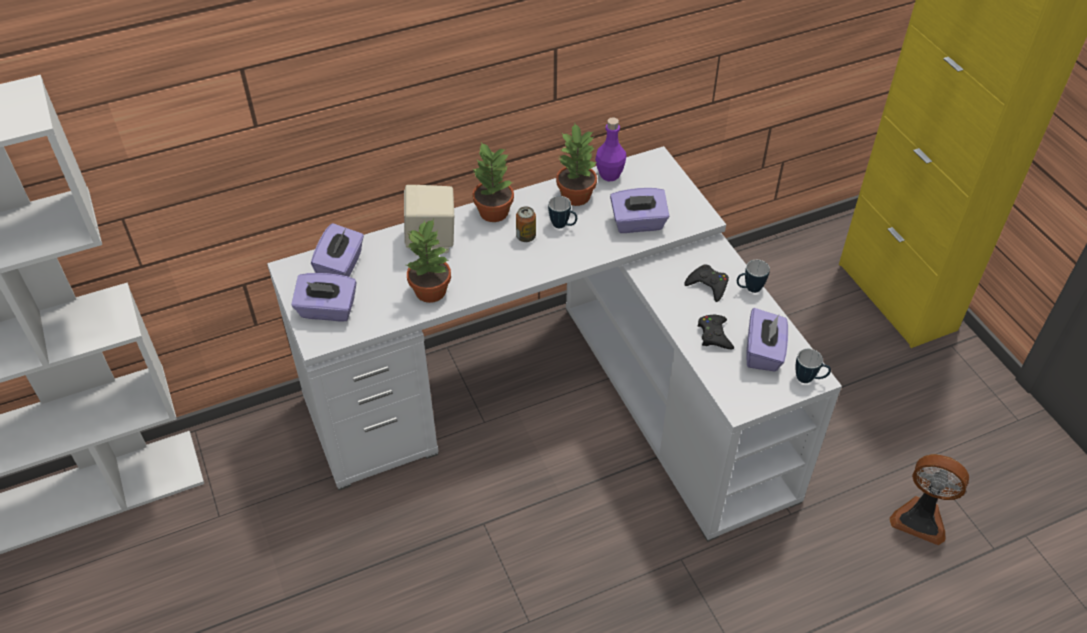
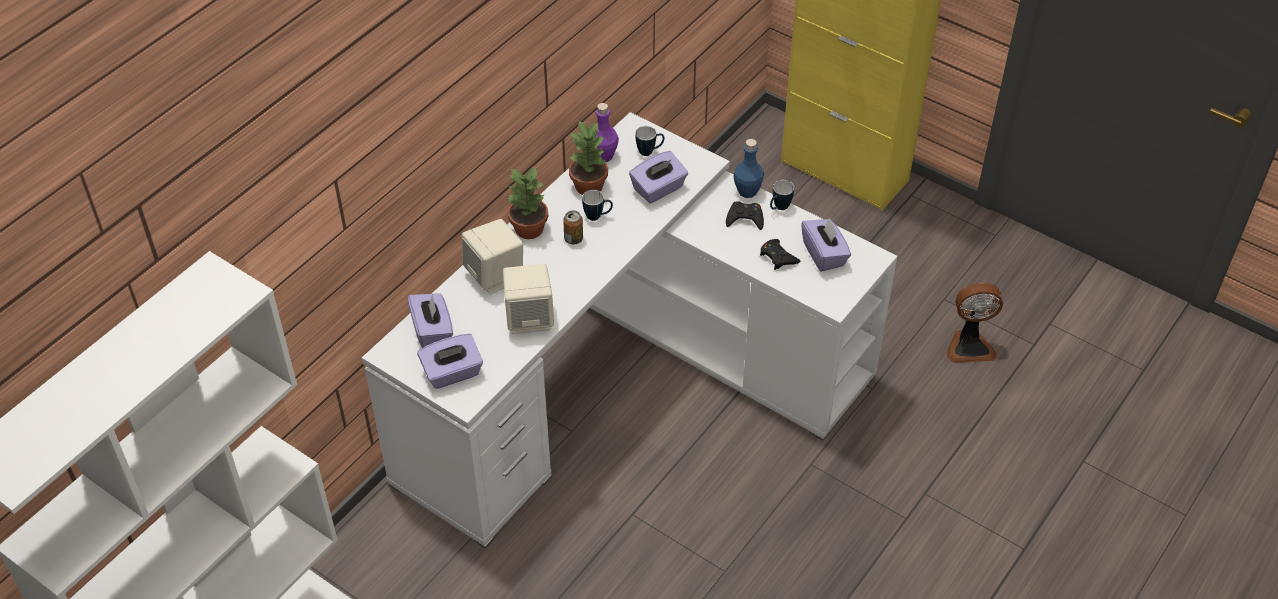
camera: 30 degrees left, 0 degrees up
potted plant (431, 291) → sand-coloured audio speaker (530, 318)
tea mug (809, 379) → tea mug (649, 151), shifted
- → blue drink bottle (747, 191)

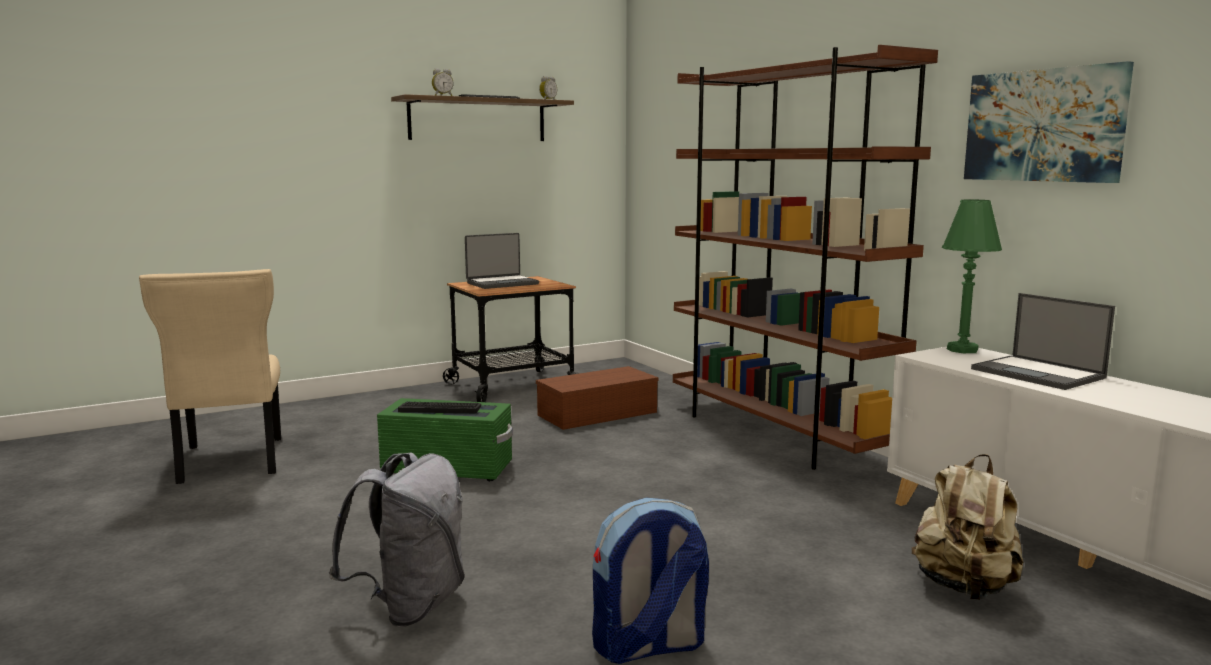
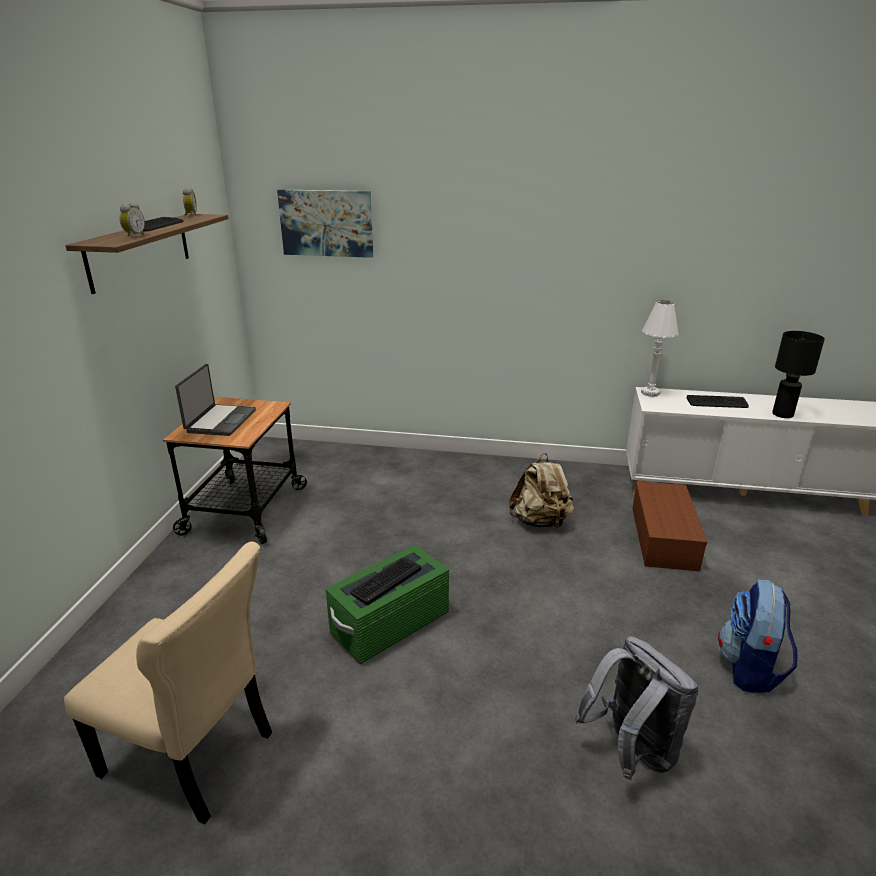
camera: 50 degrees left, 15 degrees up
brownish bookshelf (777, 434) → -
wall picture (1044, 125) → wall picture (326, 223), shifted
greenish lamp for a table (962, 350) → white-coloured lamp for a table (650, 393)
portable computer (1039, 374) → PC keyboard (717, 402)
brownish storage container (596, 414) → brownish storage container (665, 538), shifted
sand-coloured rucksack (964, 587) → sand-coloured rucksack (540, 521), shifted
- → black lamp for a table (783, 415)

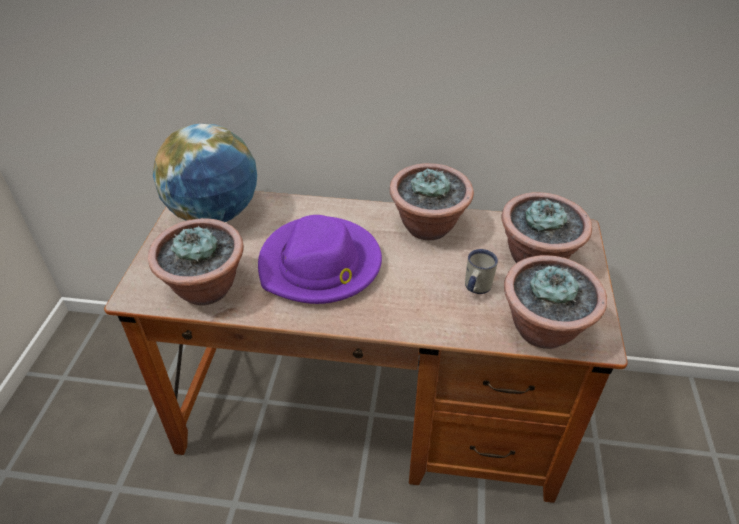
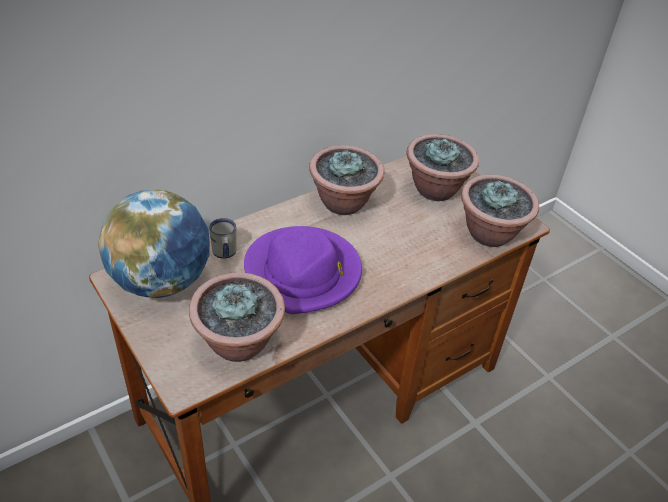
camera: 45 degrees left, 0 degrees up
white-coloured tea mug (475, 288) → white-coloured tea mug (224, 254), shifted

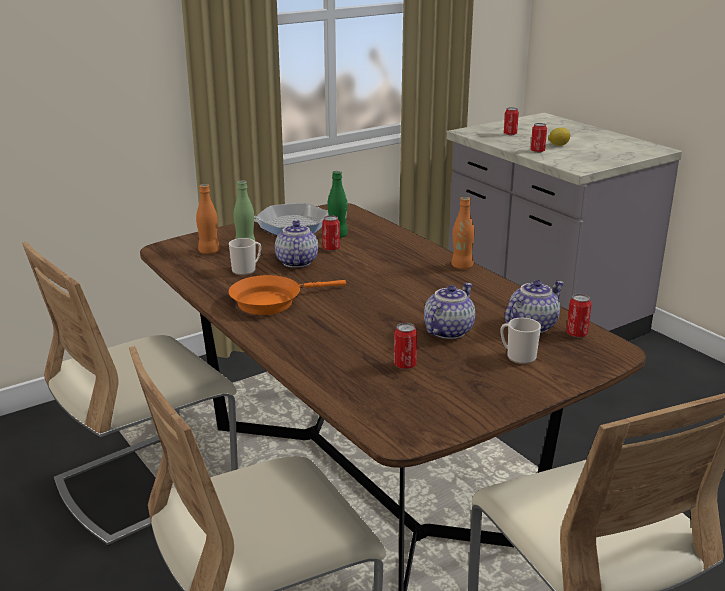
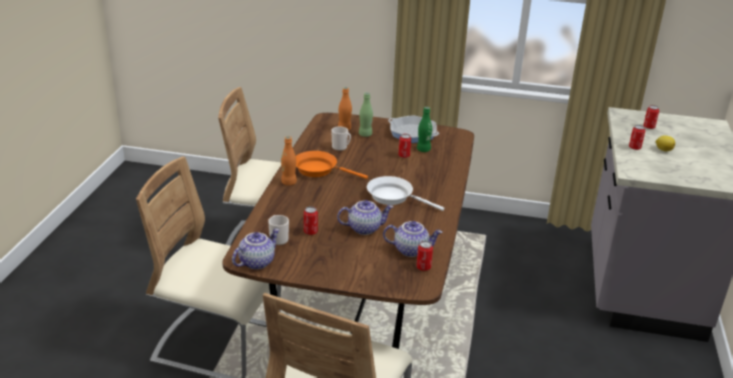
camera: 45 degrees right, 5 degrees up
orangey drink bottle (462, 266) → orangey drink bottle (289, 182), shifted
pot for tea (295, 262) → pot for tea (256, 262), shifted
tea mug (518, 356) → tea mug (278, 239), shifted
- → white-coloured frying pan (393, 197)

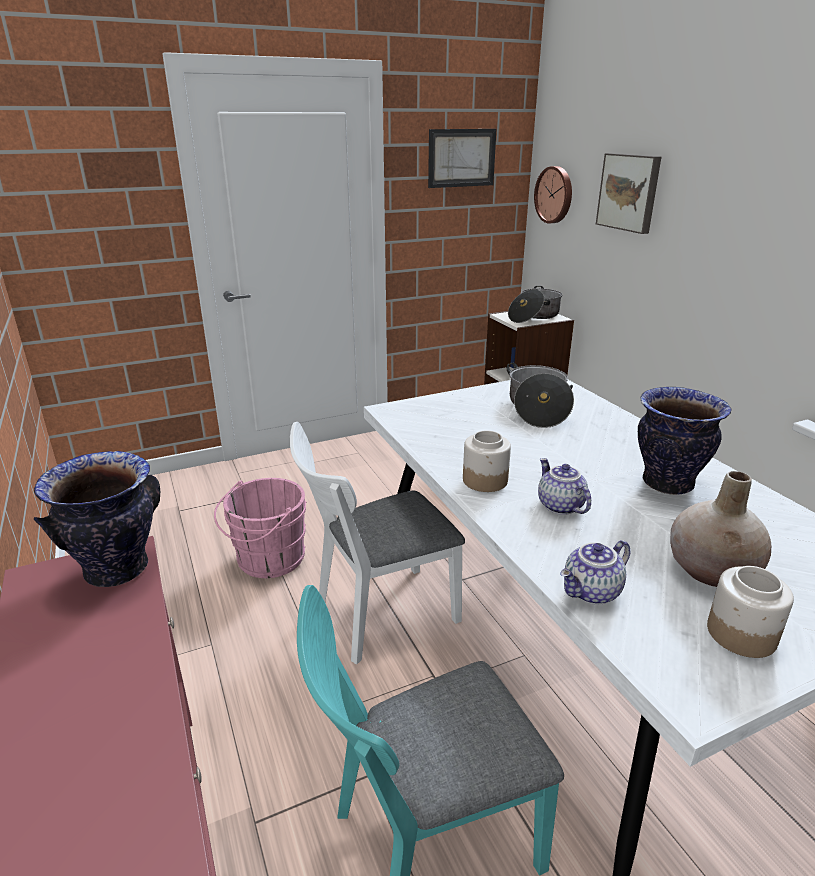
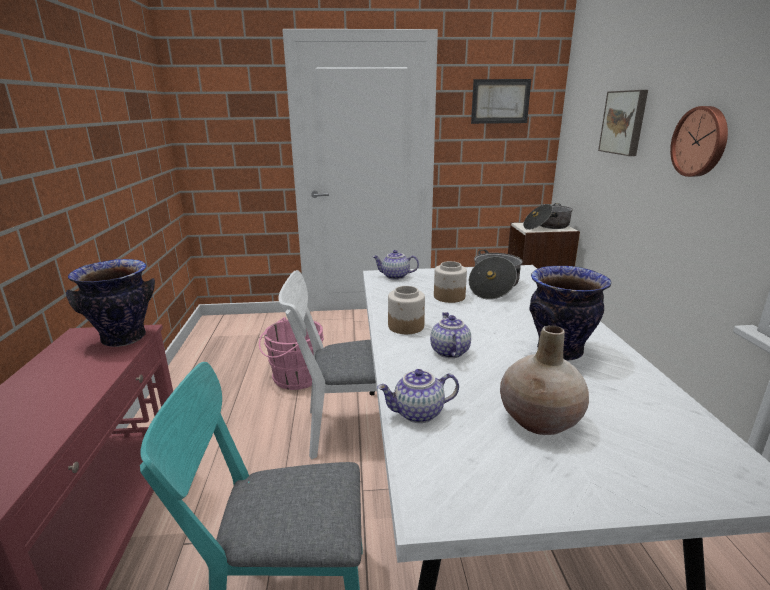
camera: 20 degrees right, 5 degrees down
clock on the wall (555, 195) → clock on the wall (701, 142), shifted
storage jar (740, 634) → storage jar (448, 297), shifted
- → pot for tea (395, 276)

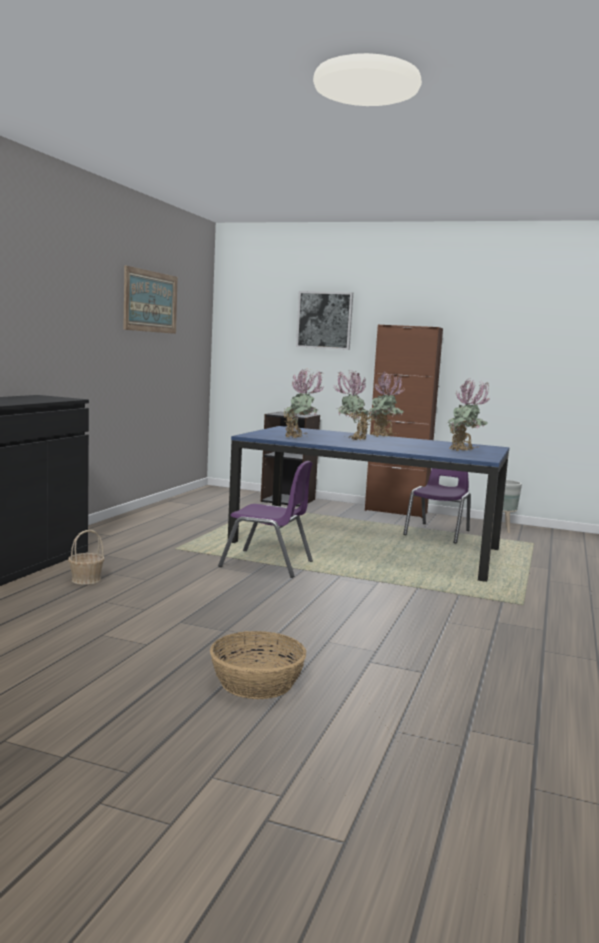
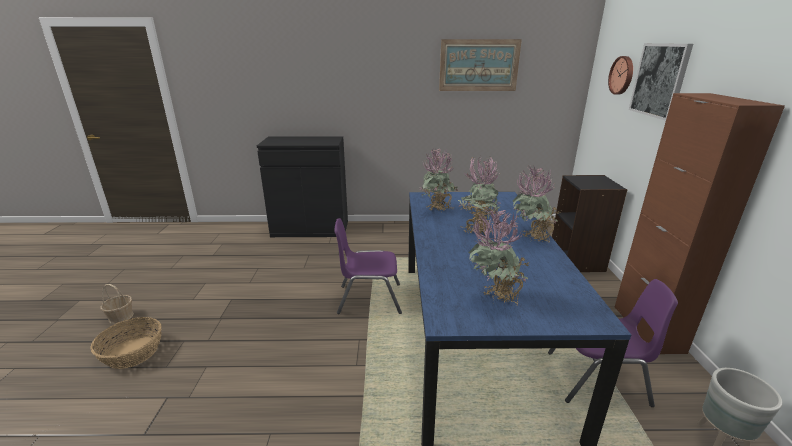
camera: 70 degrees right, 15 degrees up
purple chair (267, 564) → purple chair (369, 299), 90 degrees clockwise
basket (86, 580) → basket (121, 317), shifted
- → clock on the wall (622, 75)

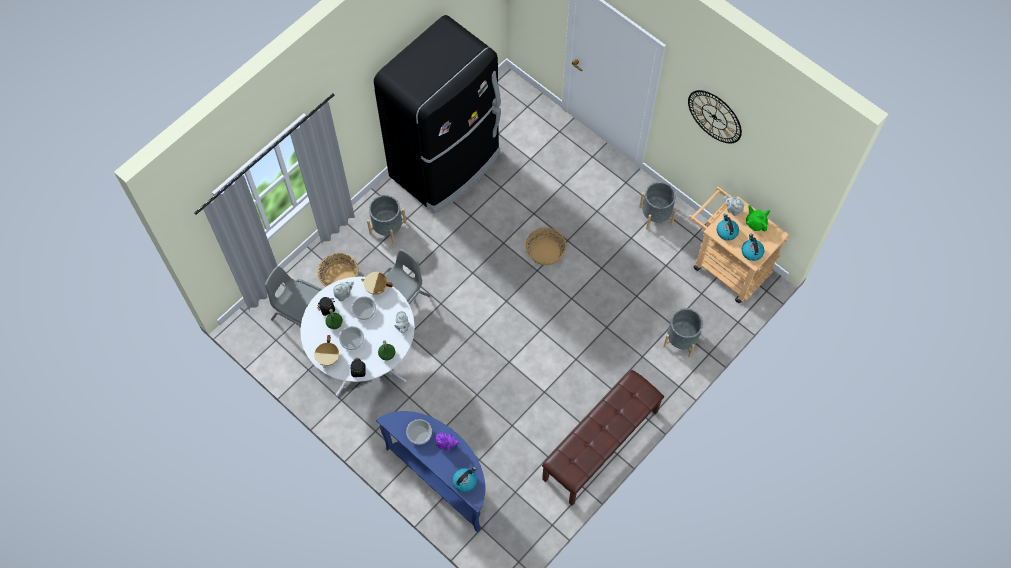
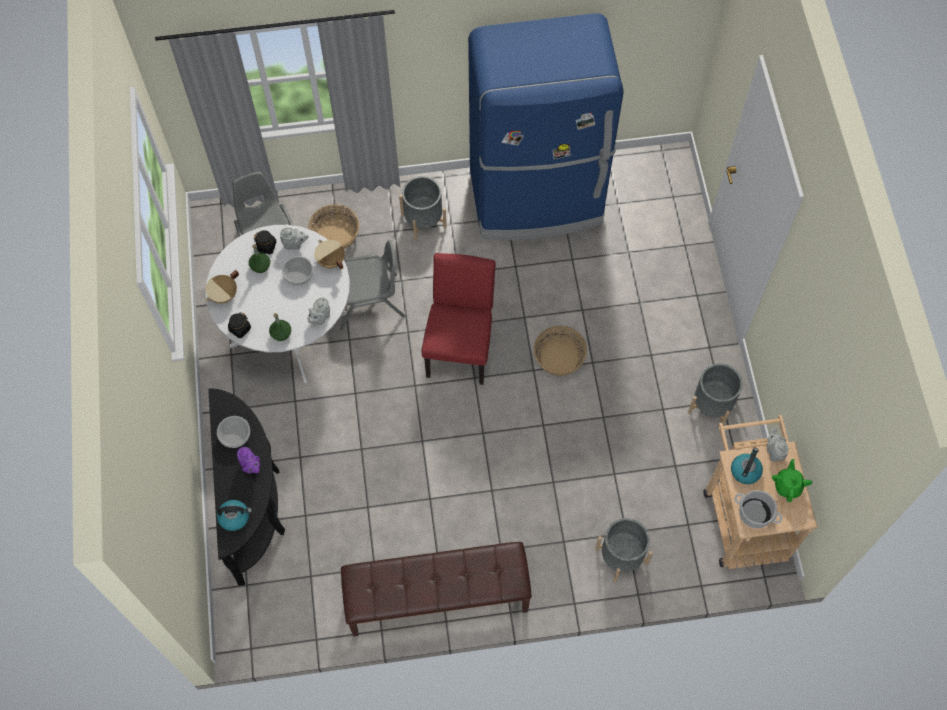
camera: 40 degrees right, 0 degrees up
black refrigerator (446, 165) → blue refrigerator (537, 199)
clock on the wall (714, 116) → -
water kettle (751, 252) → stockpot (754, 513)
bowl (352, 341) → -
blue console table (443, 477) → black console table (255, 505)
- → red chair (460, 345)

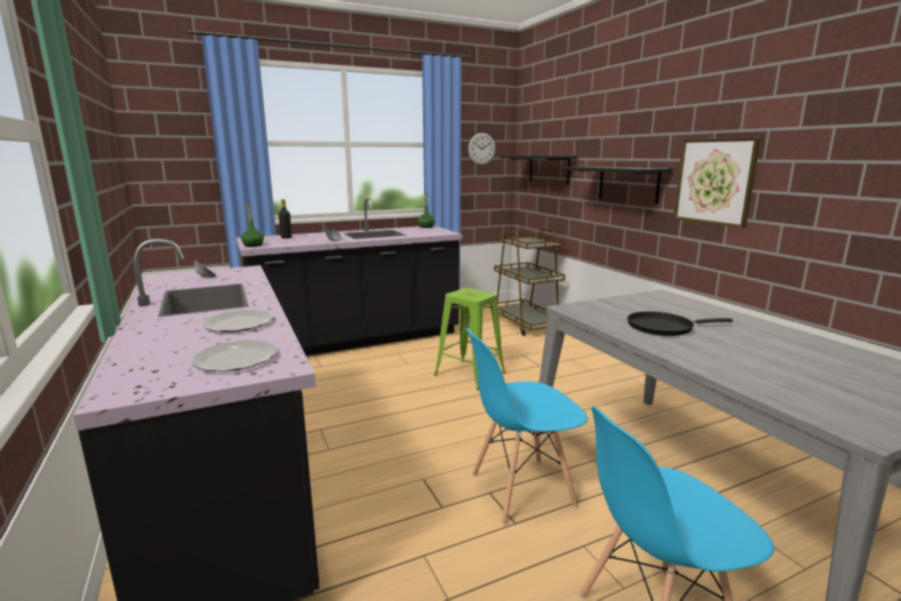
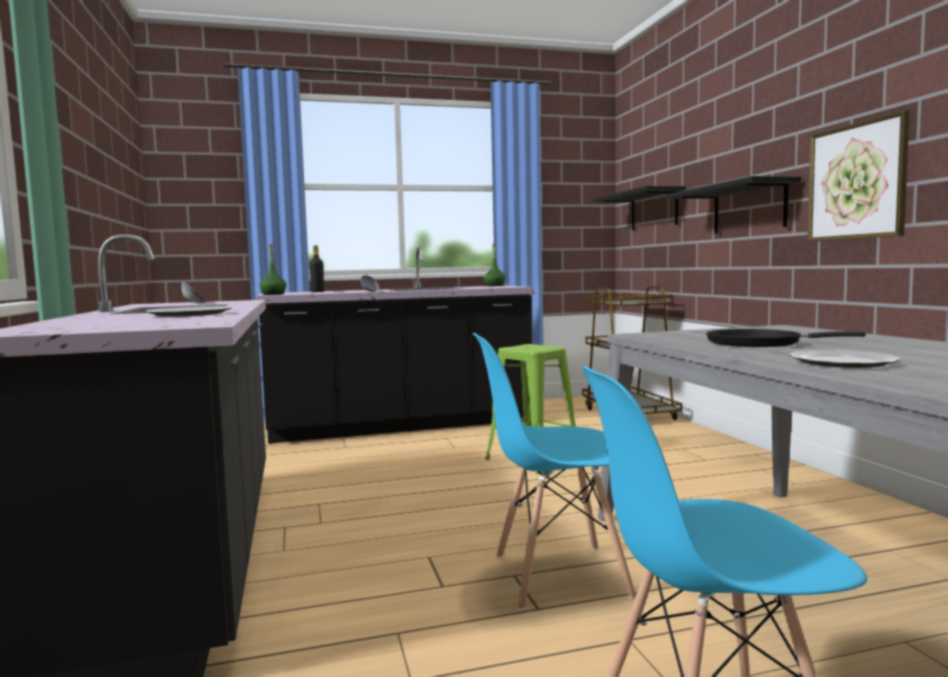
camera: 10 degrees right, 10 degrees down
clock on the wall (481, 149) → -
flat dish (236, 359) → flat dish (843, 362), shifted

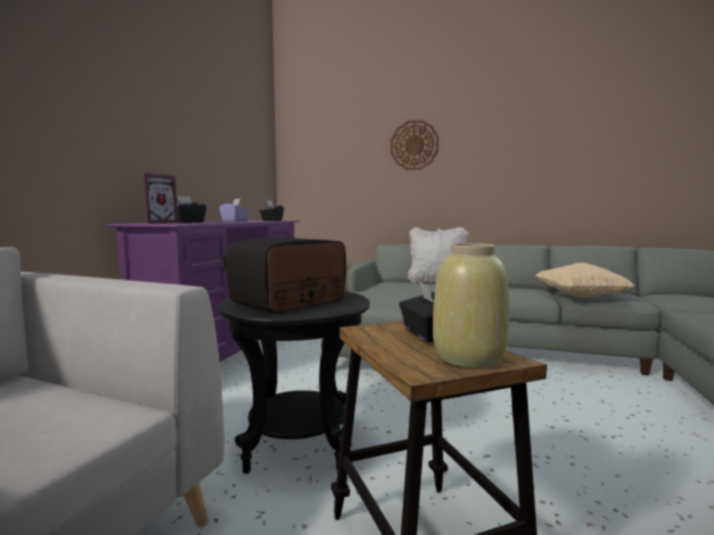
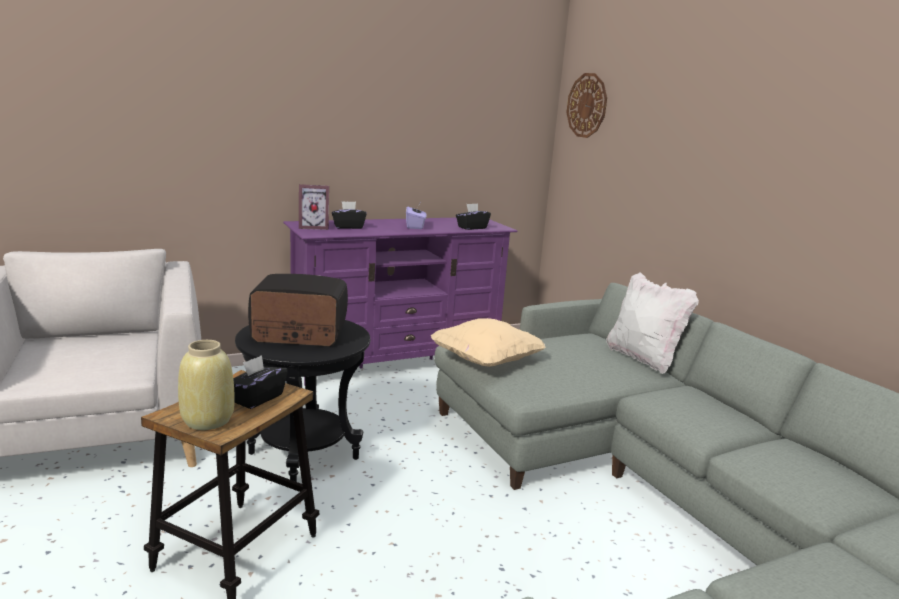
camera: 45 degrees right, 10 degrees up
clock on the wall (414, 145) → clock on the wall (587, 105), shifted
sand-coloured pillow (581, 297) → sand-coloured pillow (485, 361), shifted

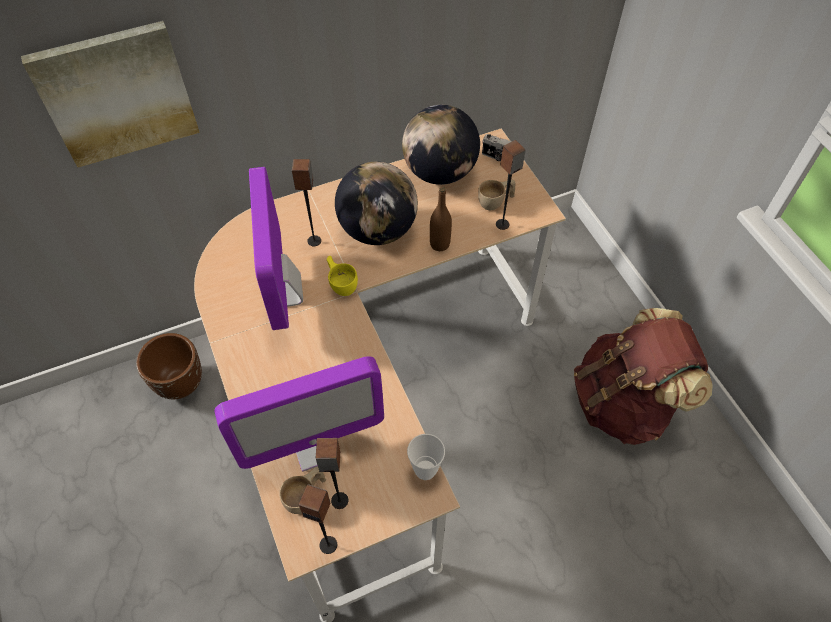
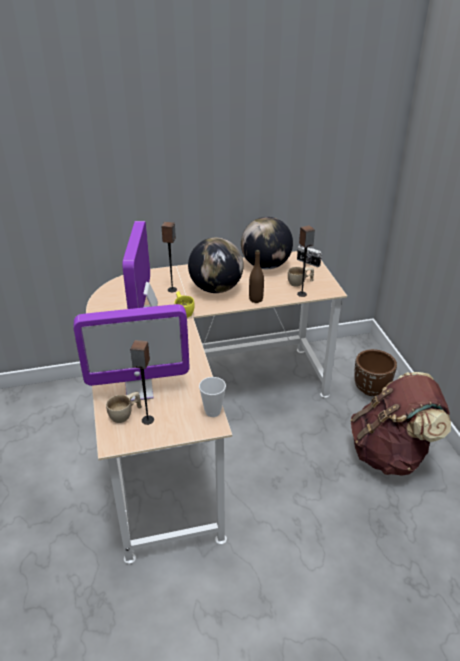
camera: 10 degrees right, 20 degrees down
wall picture (117, 94) → -
brownish planter (179, 383) → brownish planter (370, 389), shifted
audio speaker (328, 544) → -

